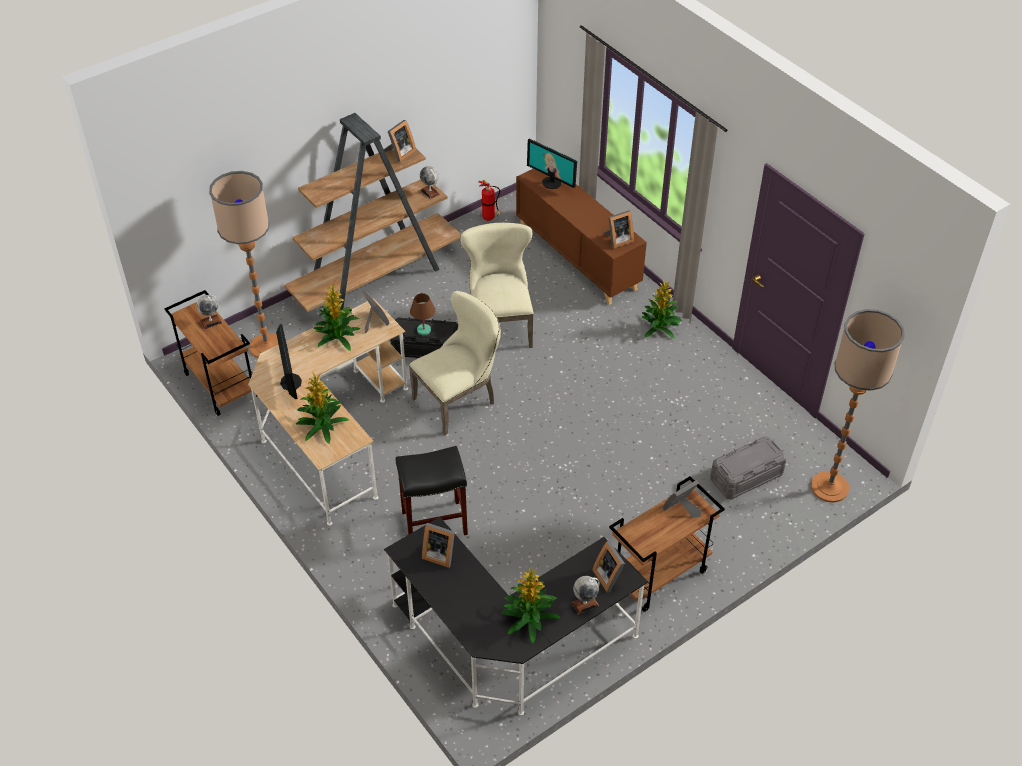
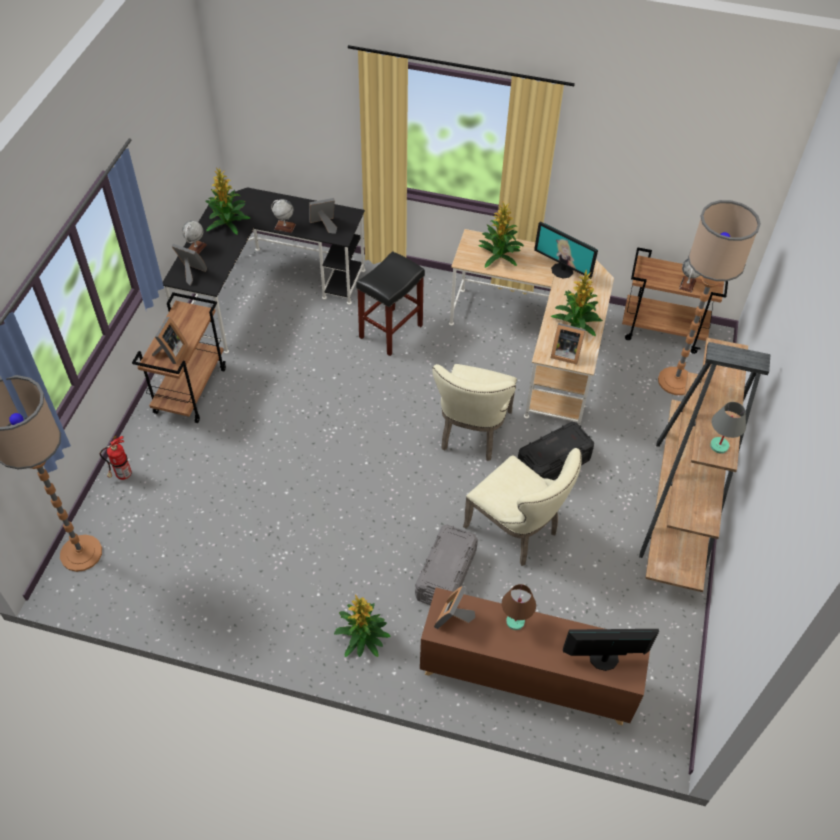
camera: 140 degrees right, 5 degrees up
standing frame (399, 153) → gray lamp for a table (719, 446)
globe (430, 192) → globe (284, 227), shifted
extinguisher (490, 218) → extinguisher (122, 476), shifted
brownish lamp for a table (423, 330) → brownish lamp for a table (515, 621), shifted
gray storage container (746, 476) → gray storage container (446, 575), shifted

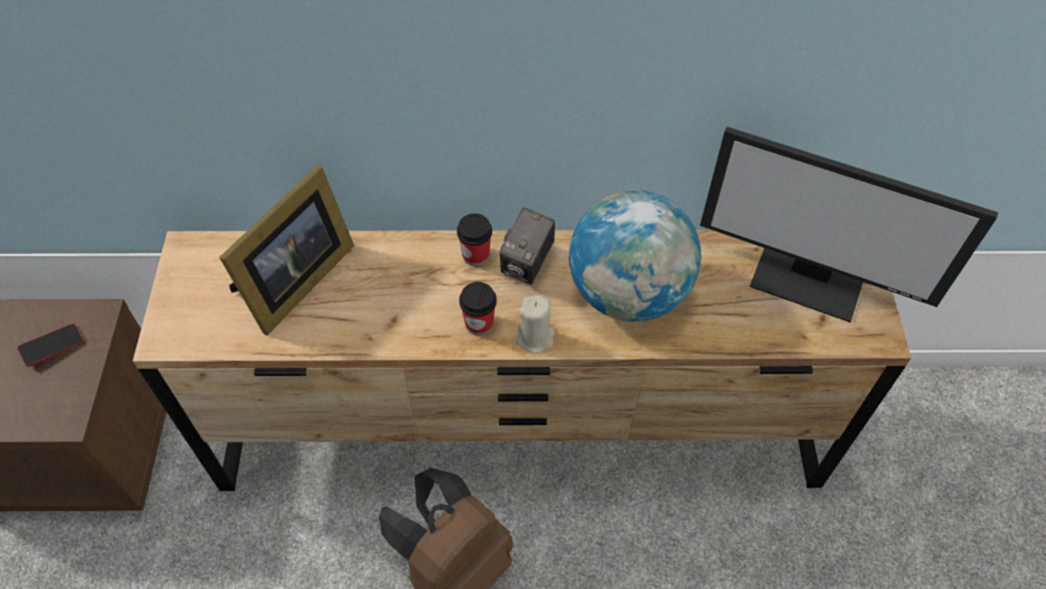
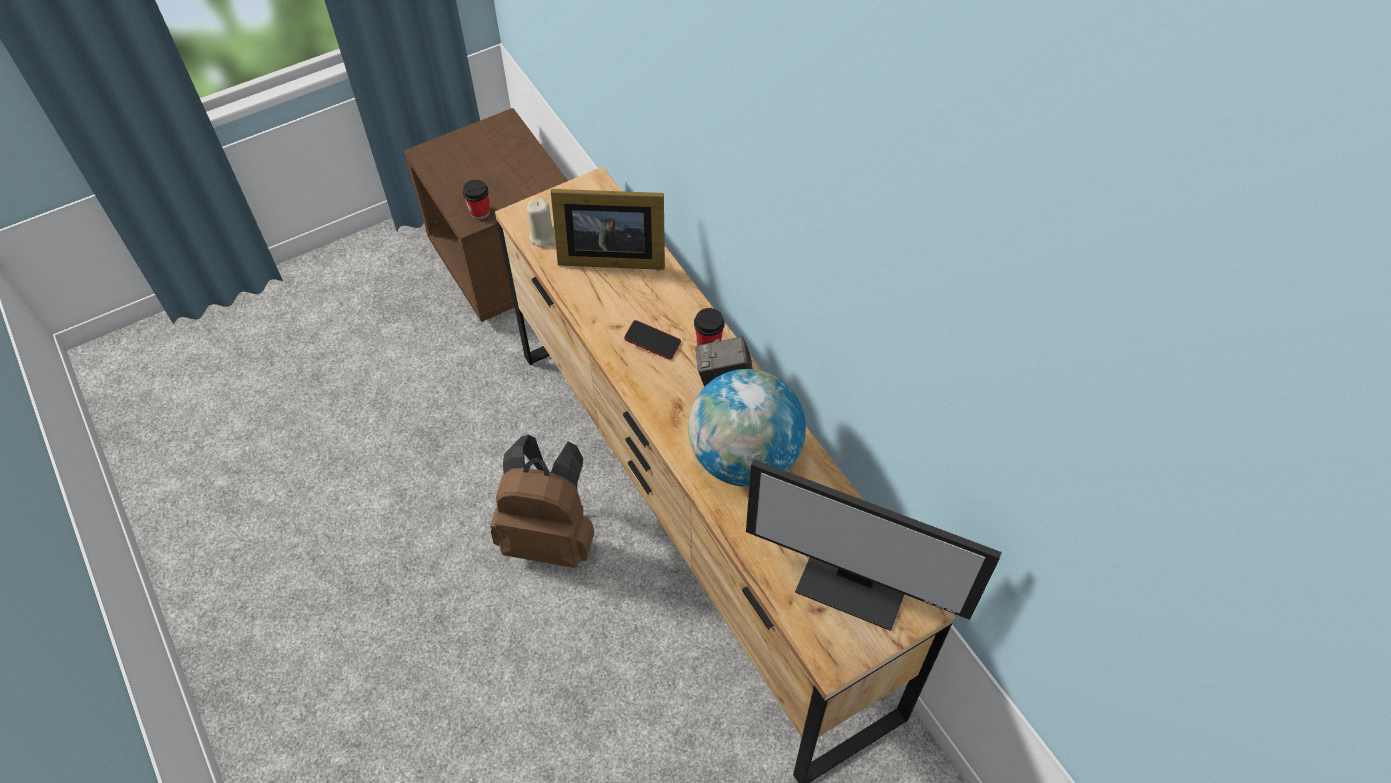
camera: 60 degrees right, 0 degrees up
computer screen (809, 279) → computer screen (854, 584), 60 degrees counterclockwise
cup (479, 324) → cup (480, 212), shifted
sand-coloured candle (535, 337) → sand-coloured candle (543, 237), shifted
telephone (52, 347) → telephone (652, 342), shifted

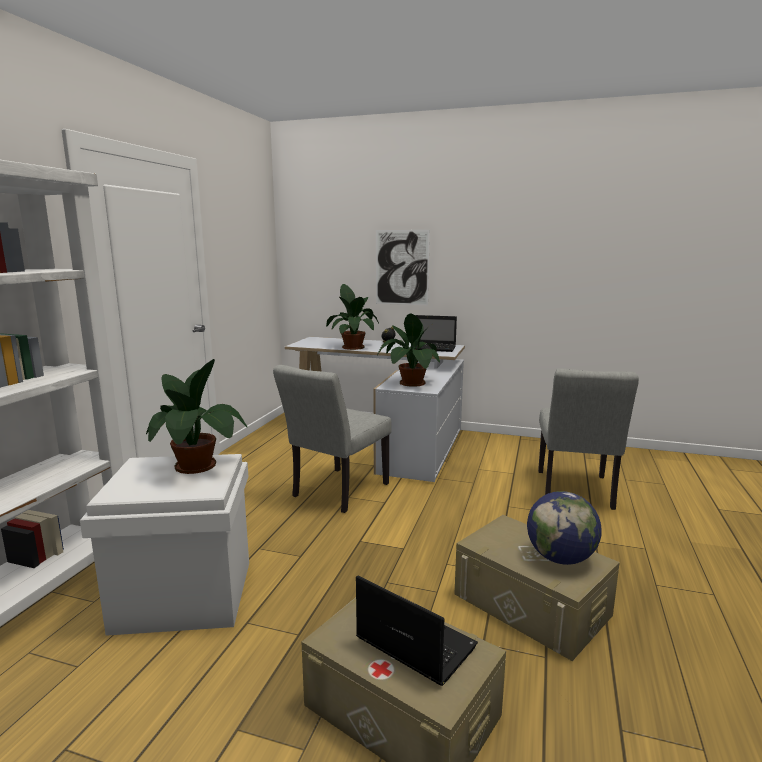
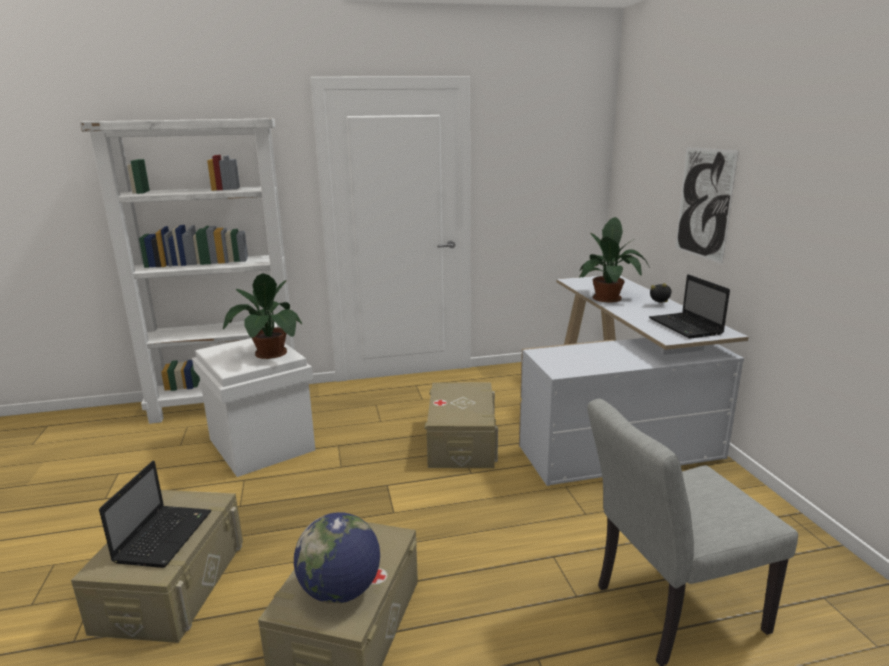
camera: 60 degrees right, 5 degrees up
potted plant (410, 383) → -
gray chair (336, 492) → sand-coloured storage container (461, 442)

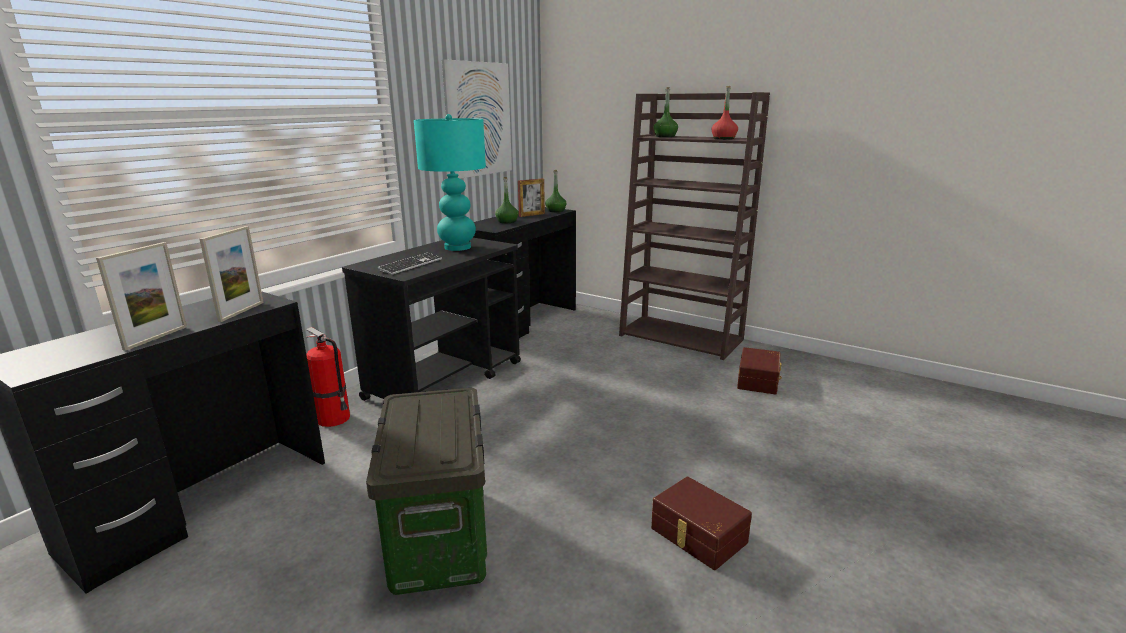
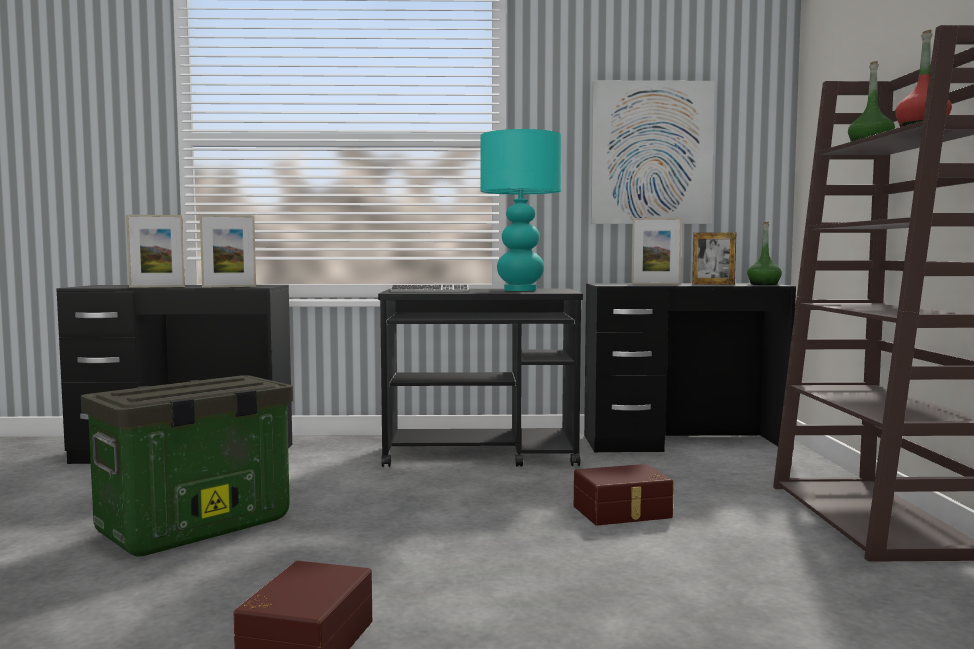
camera: 55 degrees right, 15 degrees down
greenish drink bottle (507, 221) → standing frame (655, 284)
extinguisher (334, 419) → -
brownish storage container (759, 380) → brownish storage container (623, 512), shifted

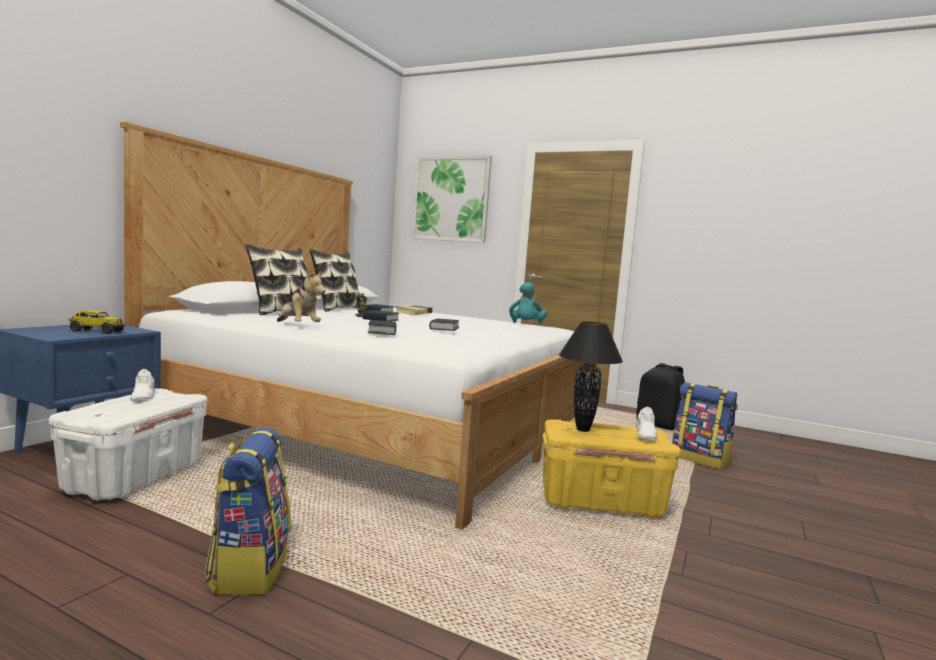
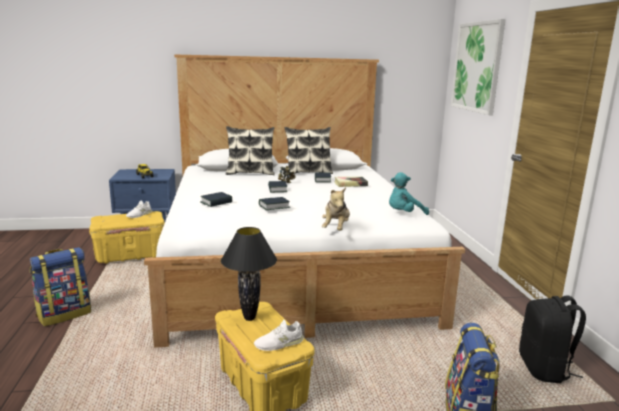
camera: 55 degrees right, 10 degrees up
cuddly toy (298, 326) → cuddly toy (336, 228), shifted
white-coloured storage container (135, 477) → yellowish storage container (131, 255)

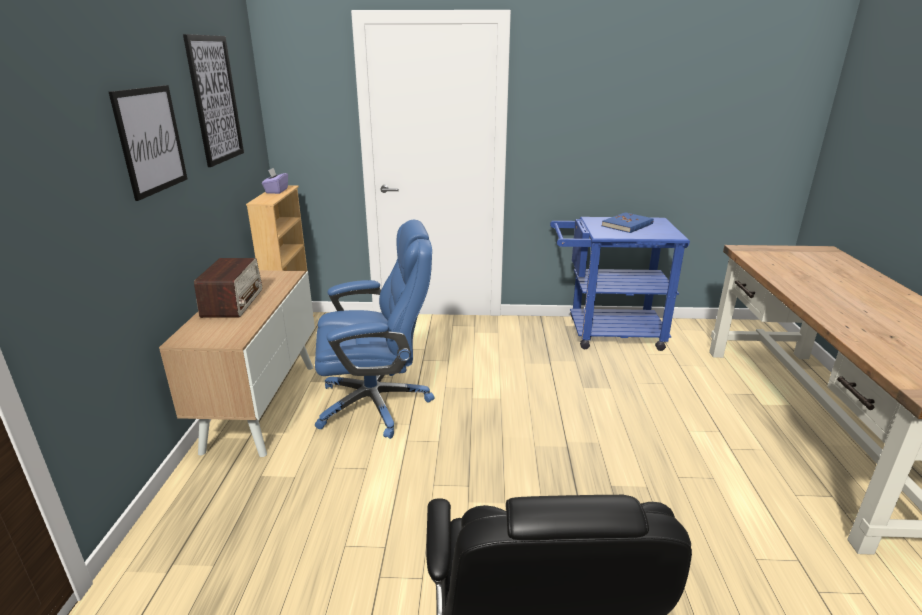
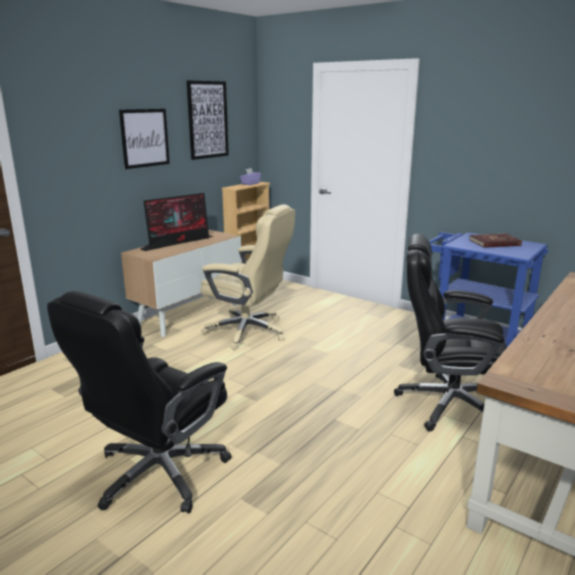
camera: 35 degrees right, 5 degrees down
blue book (627, 225) → red book (494, 243)
blue office chair (376, 403) → sand-coloured office chair (248, 332)
radio (233, 303) → computer screen (179, 242)
- → black office chair (447, 404)

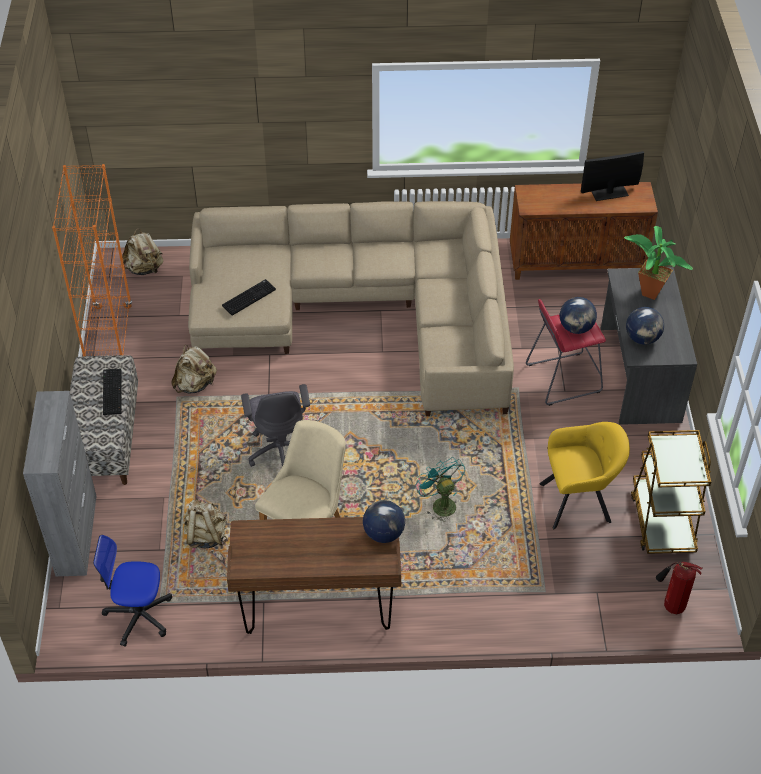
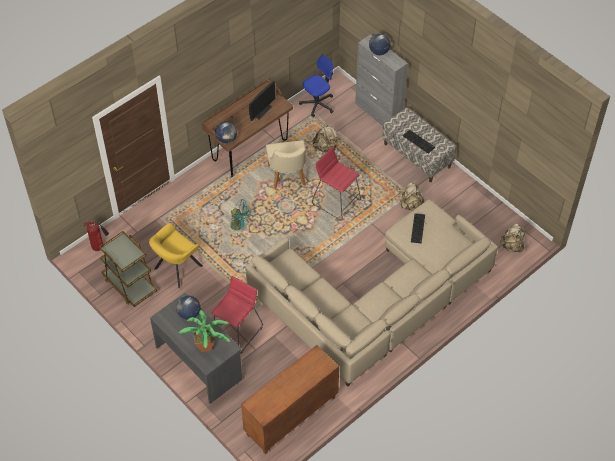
camera: 140 degrees right, 5 degrees up
computer screen (609, 193) → computer screen (261, 111), shifted
orangey bookshelf (109, 337) → -
globe (576, 328) → globe (379, 51), shifted
gray office chair (280, 450) → red stool (336, 201)

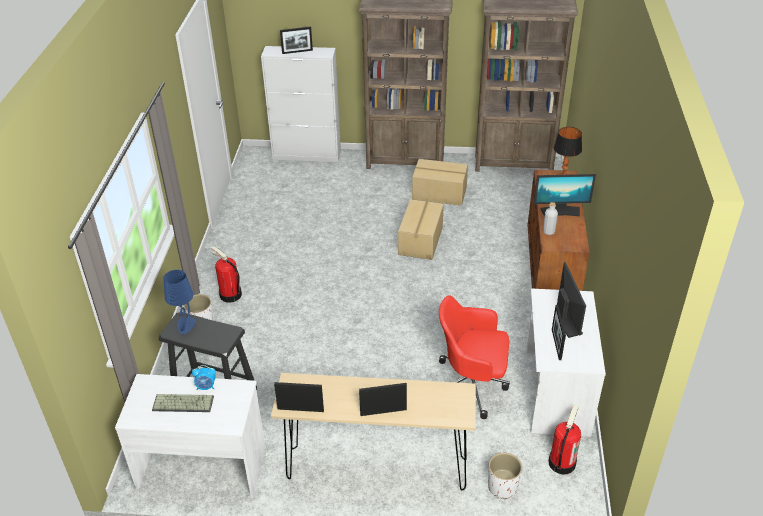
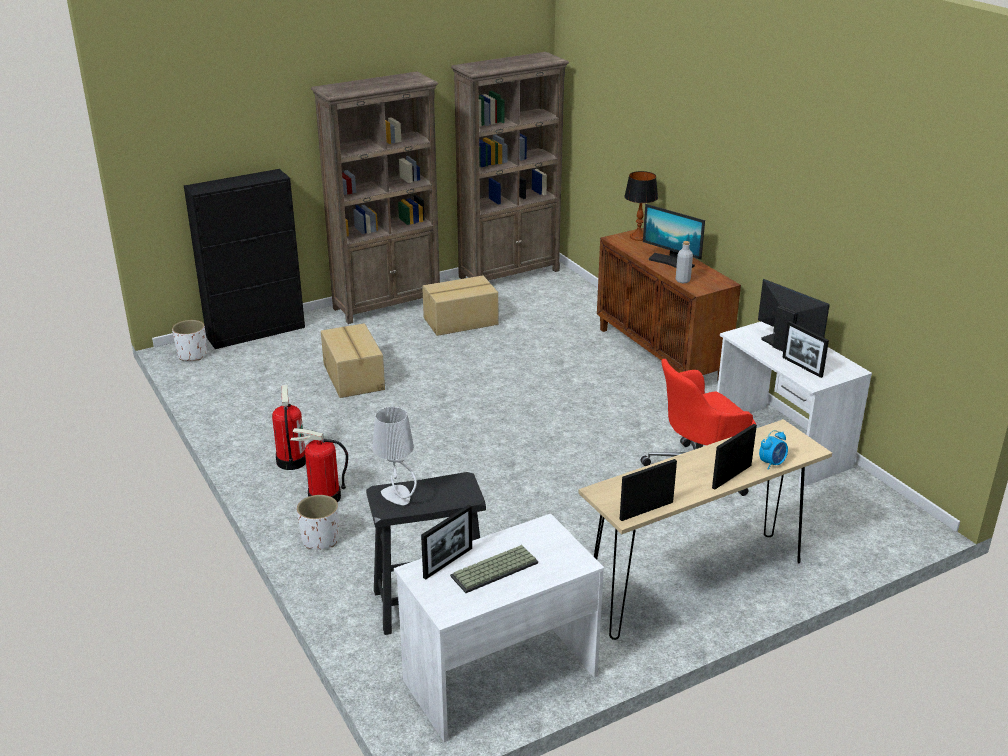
camera: 35 degrees left, 10 degrees down
standing frame (297, 51) → standing frame (448, 563), shifted
white-coloured cabinet (307, 155) → black cabinet (256, 332)
computer screen (560, 211) → computer screen (671, 262), 75 degrees clockwise
packing box (421, 240) → packing box (354, 376), shifted
blue lamp for a table (186, 326) → gray lamp for a table (398, 496)
bedside clock (206, 387) → bedside clock (772, 463), shifted
extinguisher (561, 462) → extinguisher (291, 461), shifted
white-coloured planter (502, 486) → white-coloured planter (192, 355), shifted

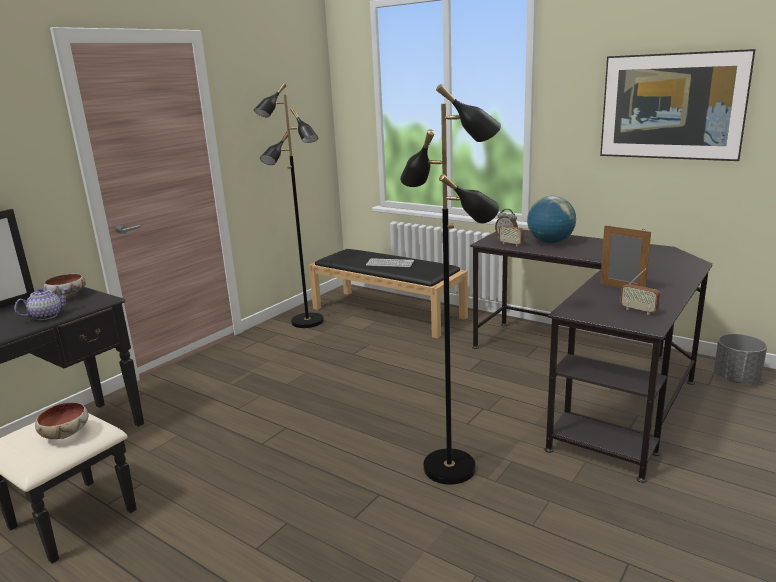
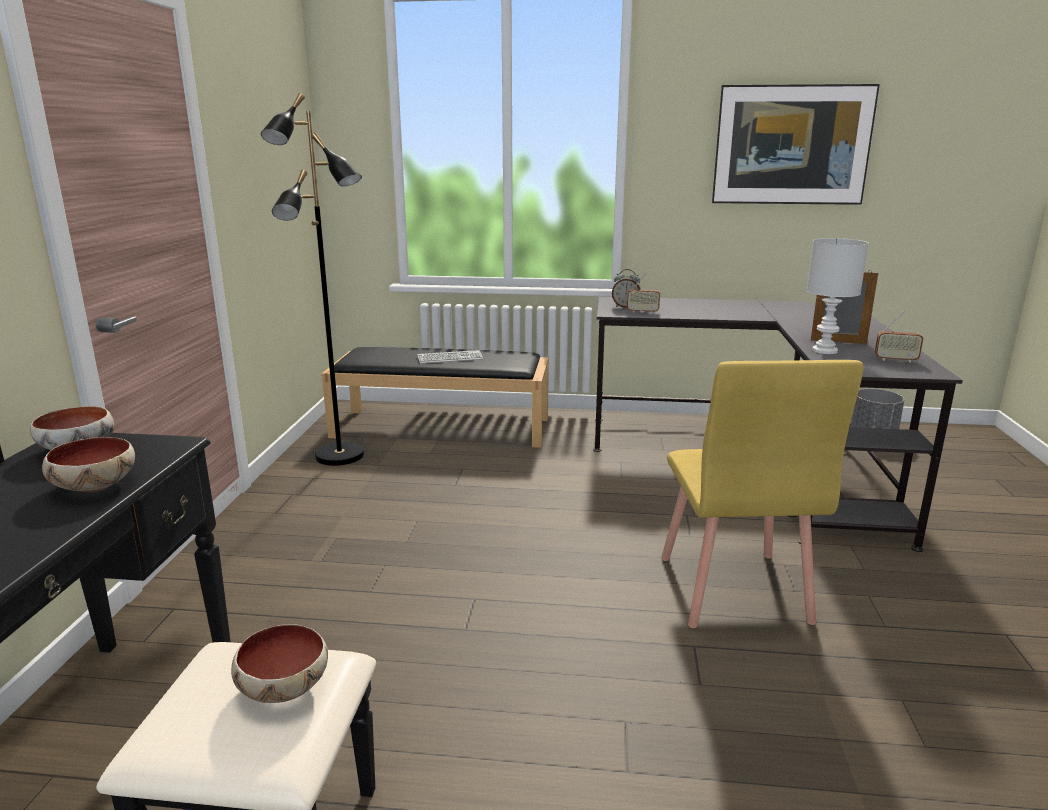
camera: 30 degrees left, 0 degrees up
black floor lamp (450, 467) → yellowish chair (732, 589)
globe (550, 242) → -
pot for tea (46, 316) → bowl (93, 486)
- → white-coloured lamp for a table (824, 351)

